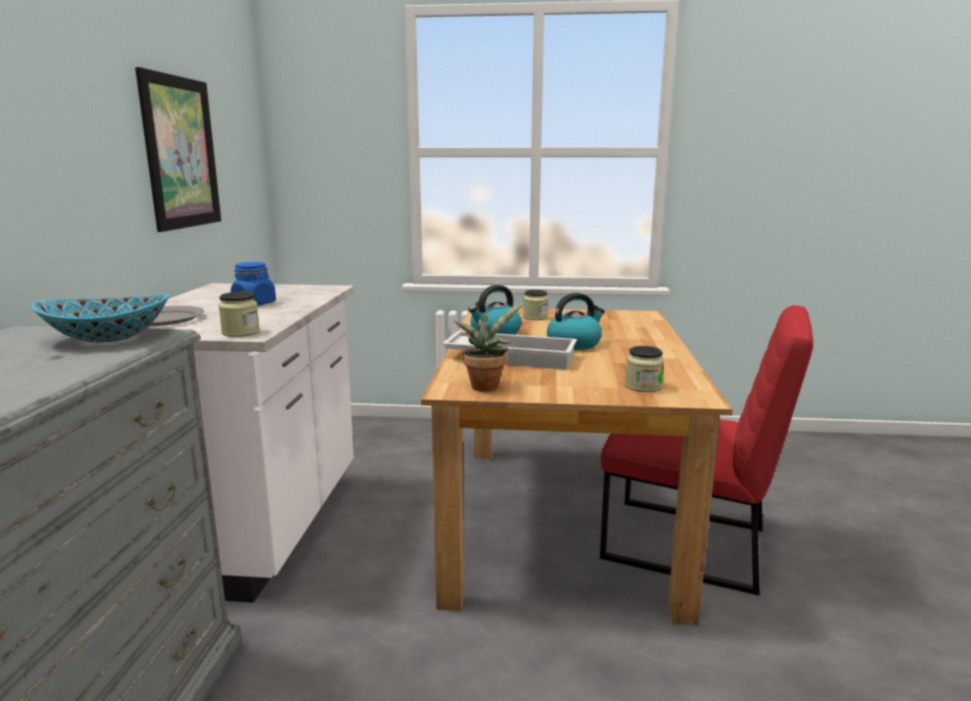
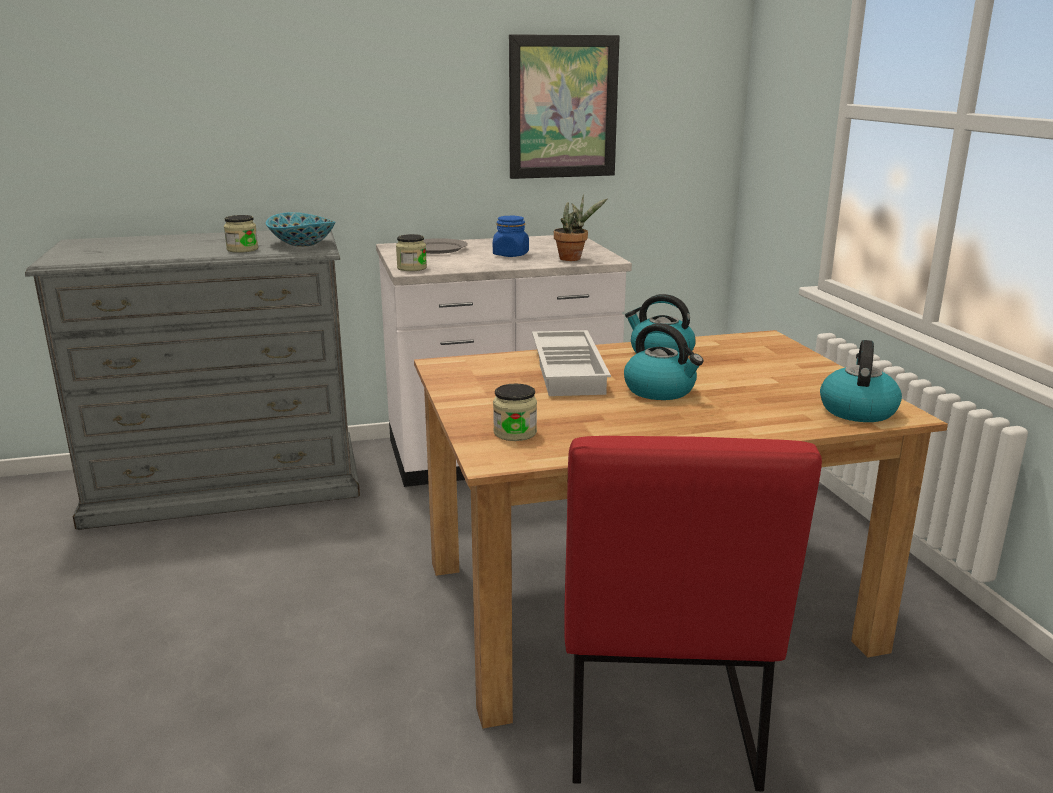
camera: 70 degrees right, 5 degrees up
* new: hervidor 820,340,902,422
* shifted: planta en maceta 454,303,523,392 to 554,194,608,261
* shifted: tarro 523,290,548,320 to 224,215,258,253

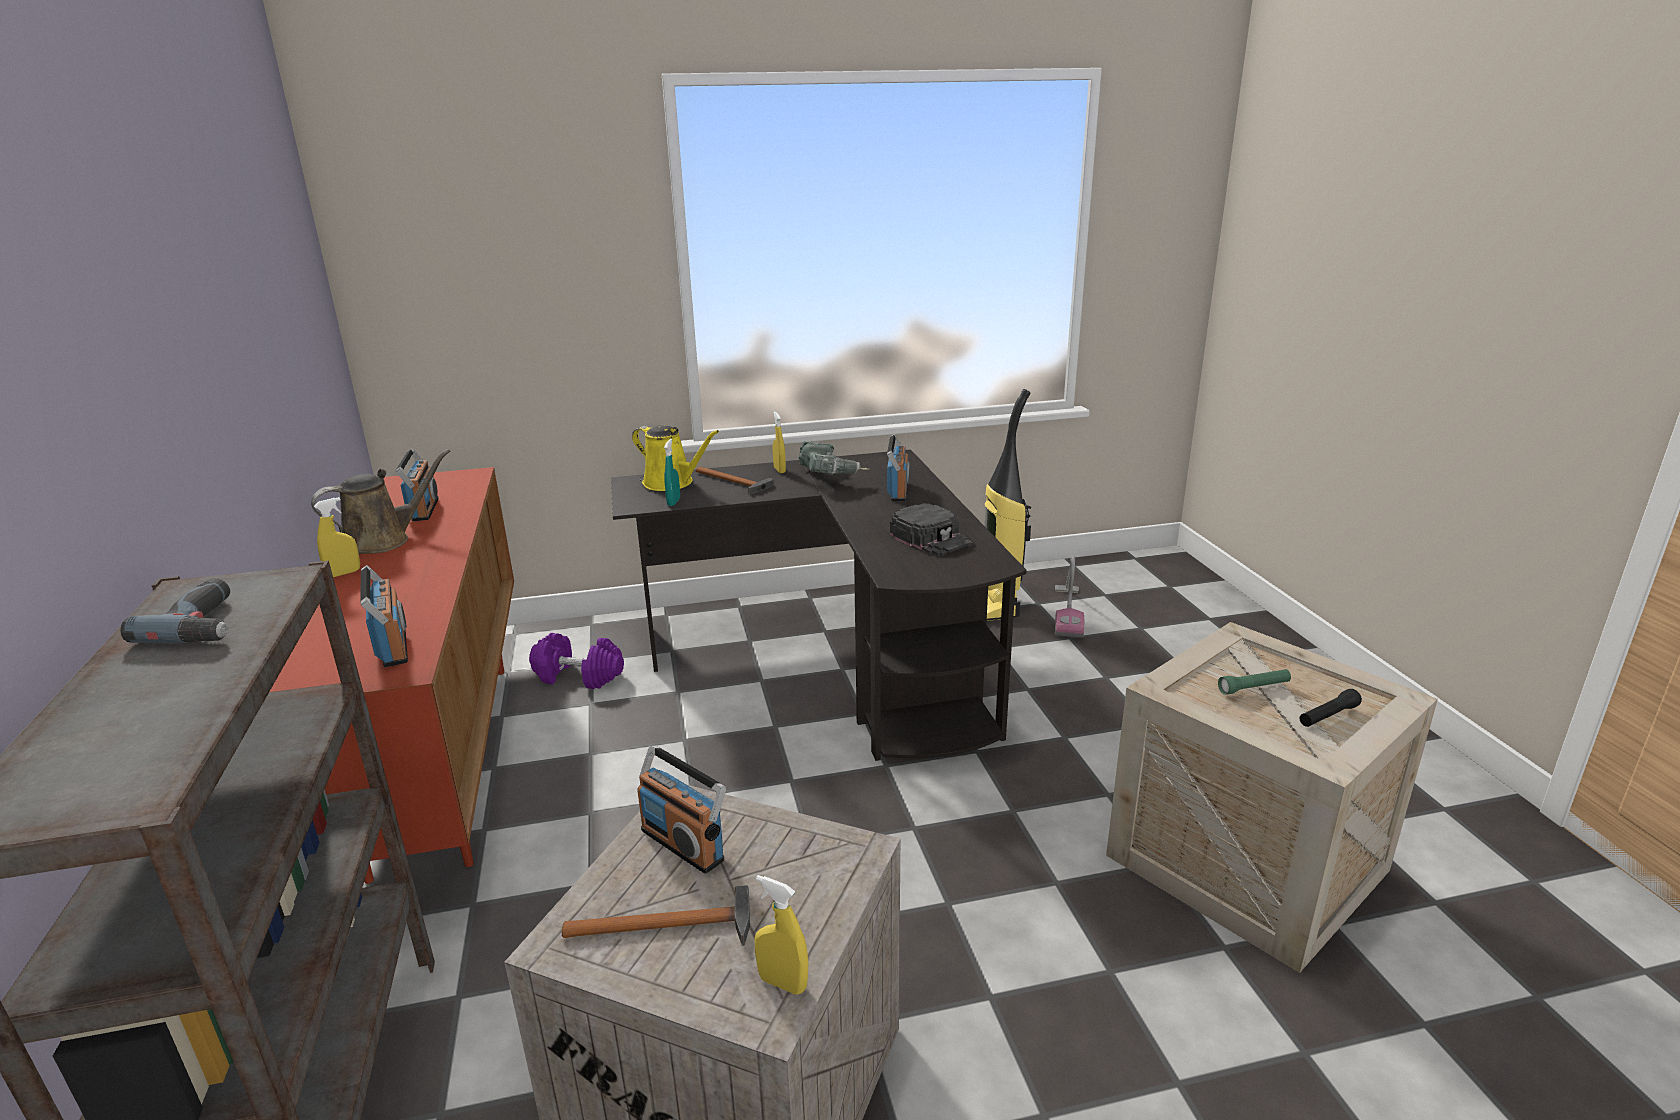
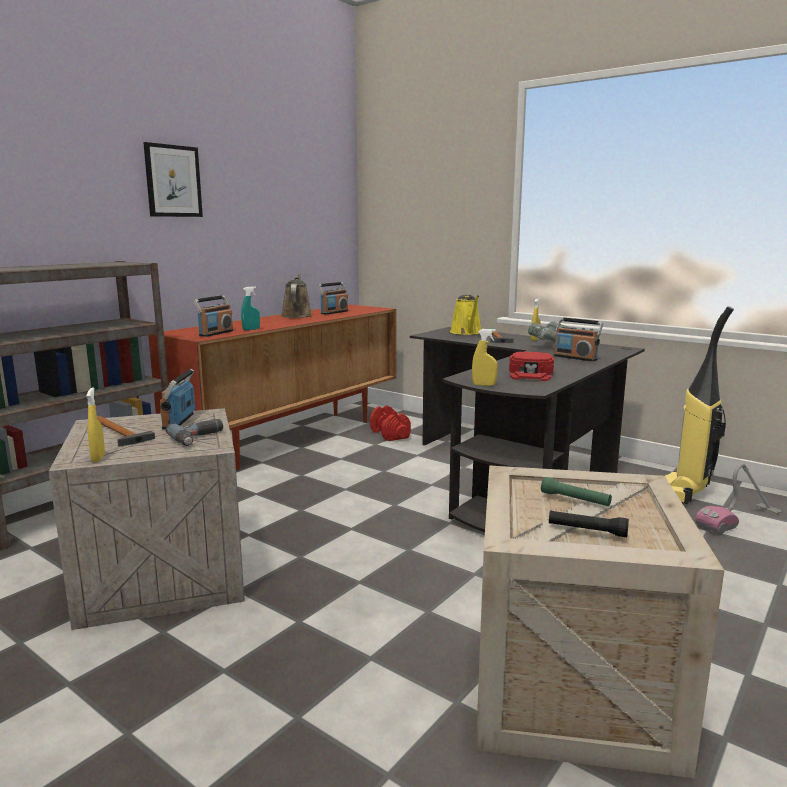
camera: 50 degrees right, 10 degrees down
* new: cuadro 143,142,203,217
* shifted: taladro 121,578,230,643 to 165,419,223,446
* shifted: pulverizador/amarillo 314,497,360,577 to 472,329,498,386
* shifted: pulverizador/turquesa 664,439,680,506 to 241,286,260,330
* repainted: mancuerna/morado 529,633,624,689 to mancuerna/rojo 370,405,411,441
* repainted: gorra/negro 890,503,973,556 to gorra/rojo 509,352,554,381
* rotated: regadera/marrón 311,449,450,554 = 281,272,312,318 105 degrees counterclockwise
* rotated: radio 887,434,910,501 = 554,317,603,362 75 degrees clockwise

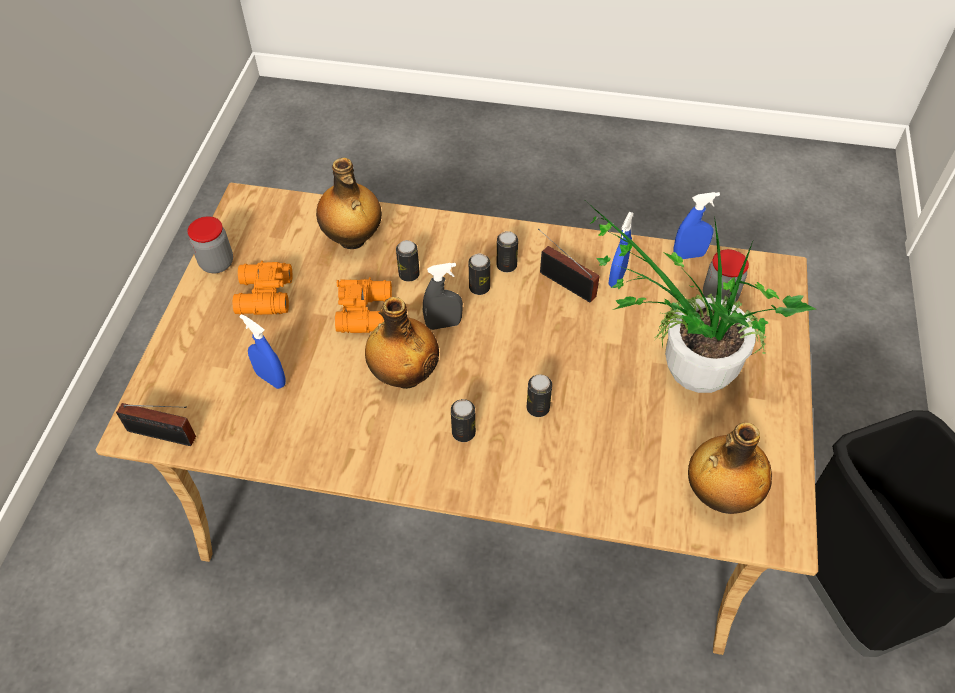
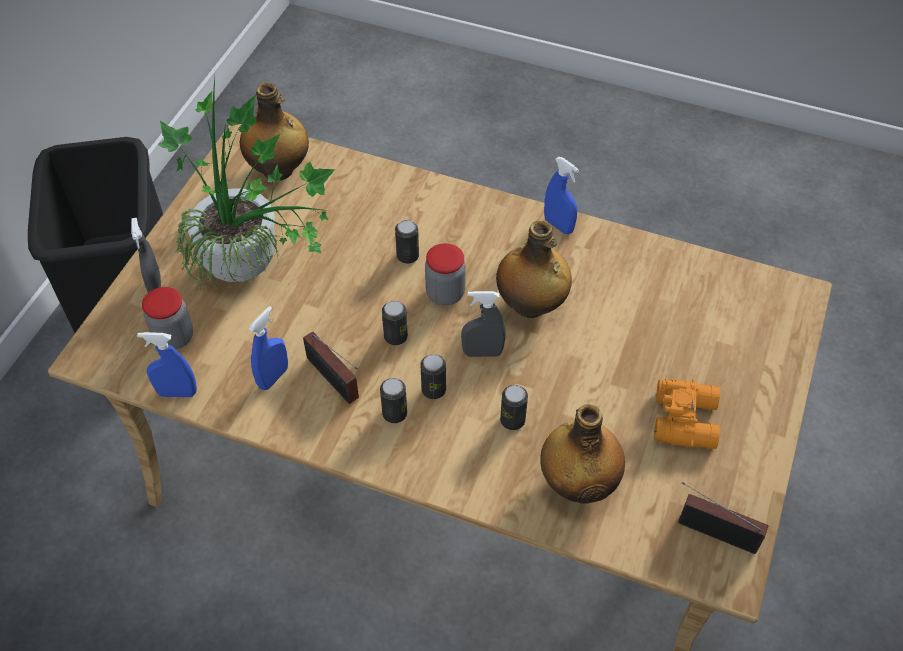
camera: 170 degrees left, 0 degrees up
* gone: prismáticos/naranja 335,277,392,333
* new: pulverizador/gris 131,218,161,293
* shifted: radio 116,403,196,446 to 678,482,768,554
* shifted: tarro 187,216,233,273 to 425,243,466,306
* shifted: pulverizador/azul 239,314,286,389 to 544,157,579,234
* shifted: lata 451,399,476,442 to 382,301,408,345

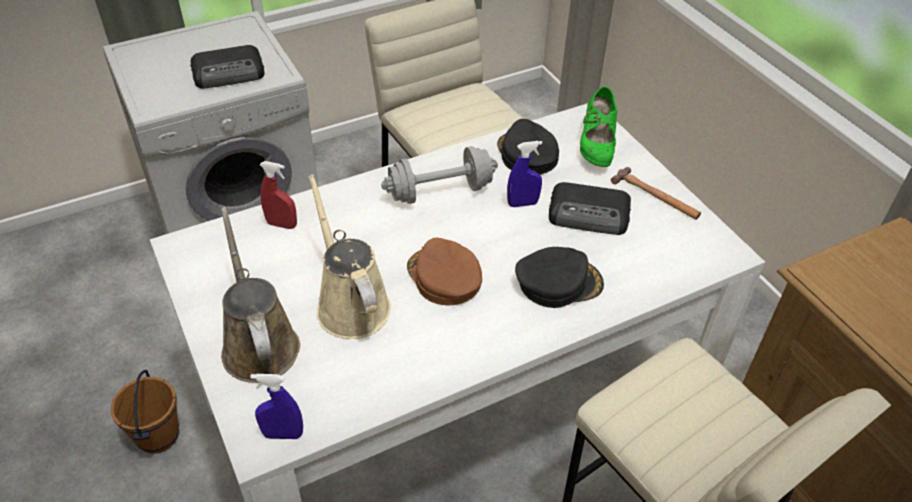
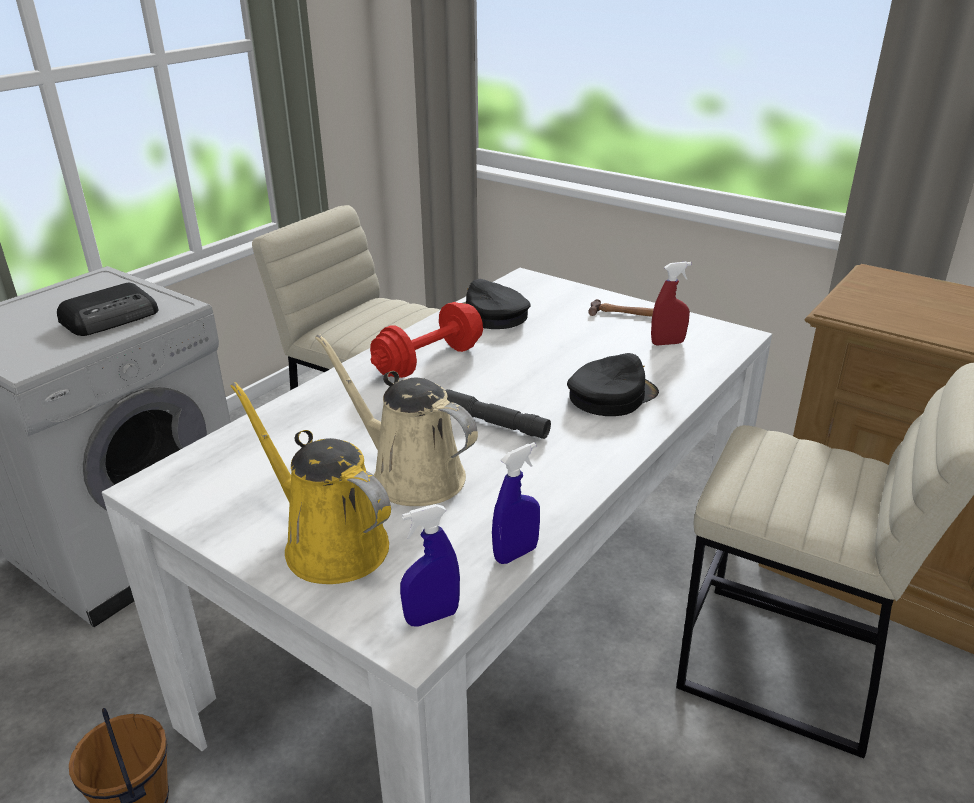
camera: 25 degrees left, 15 degrees down
* gone: radio 549,182,631,235
* gone: zapato/verde 580,87,617,167
* shifted: pulverizador/rojo 260,161,297,229 to 651,262,691,345
* shifted: pulverizador/azul 507,141,542,207 to 492,442,540,564
* swapped: gorra/marrón 407,238,482,306 to linterna/gris 445,389,551,439
* repainted: regadera/marrón 221,207,300,383 to regadera/amarillo 231,382,391,584
* repainted: mancuerna/gris 381,146,498,204 to mancuerna/rojo 370,302,483,378

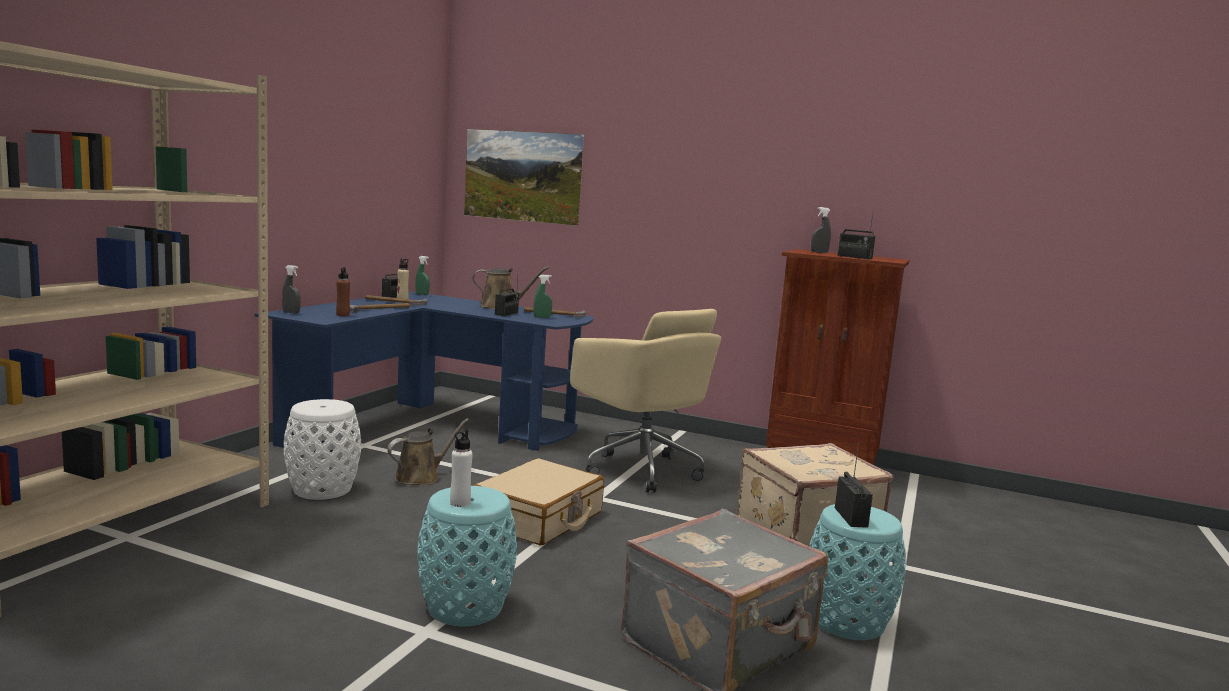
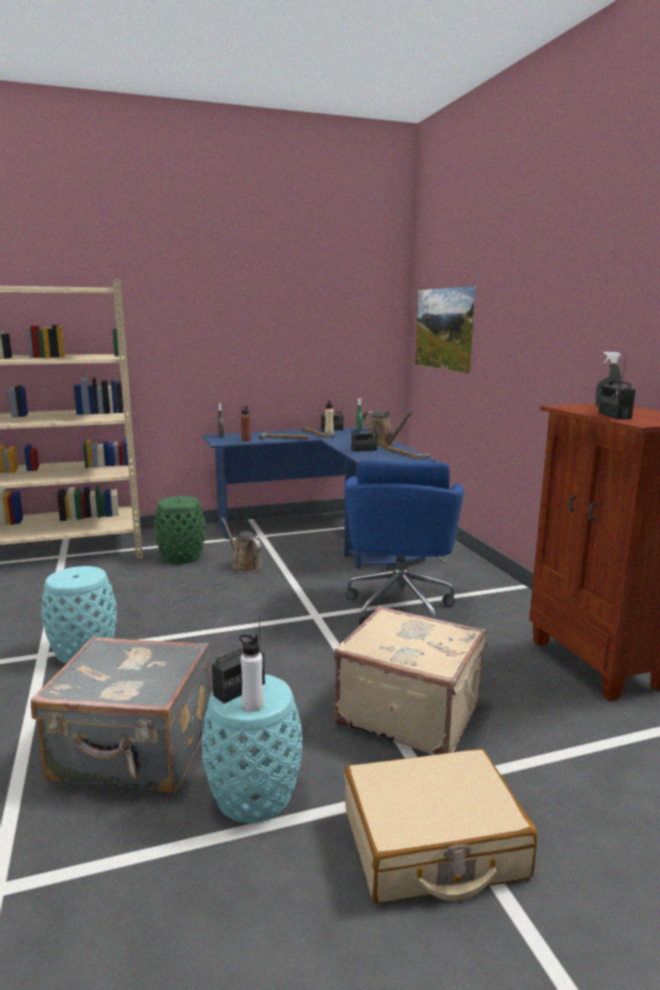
camera: 50 degrees right, 5 degrees up
* gone: pulverizador/verde 534,275,552,318
* shifted: botella/blanco 450,430,473,507 to 239,634,264,712
* shifted: maleta/beis 472,458,604,545 to 344,748,537,904
* repainted: taburete/blanco 284,399,361,500 to taburete/verde 154,496,205,564
* repainted: silla de oficina/beis 570,309,721,492 to silla de oficina/azul 344,460,464,625
* rotated: regadera/marrón 387,418,470,485 = 221,518,262,572 135 degrees counterclockwise

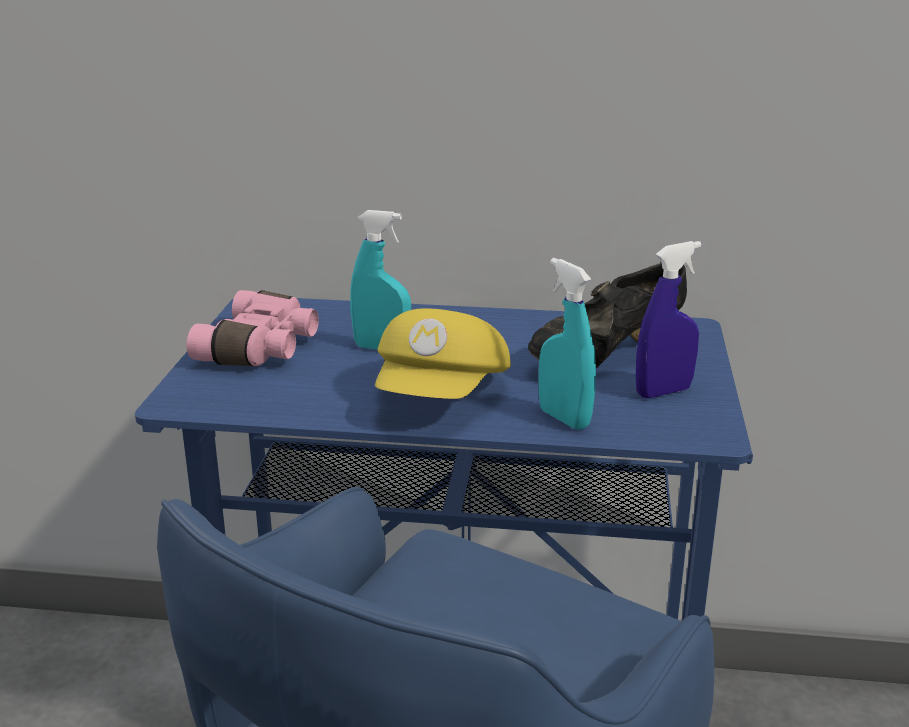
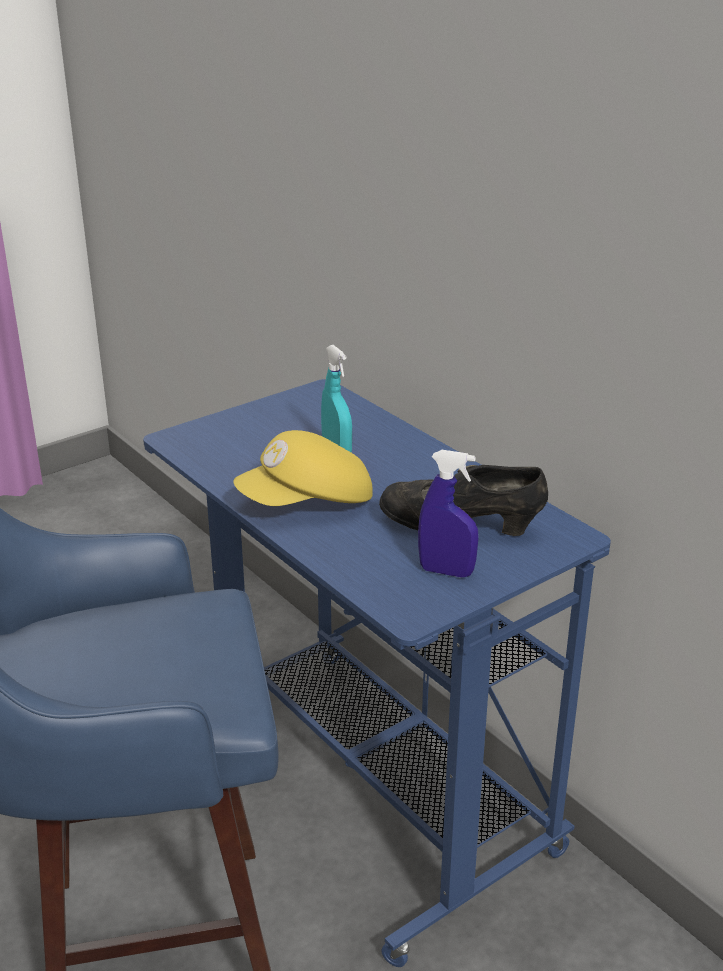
camera: 45 degrees right, 5 degrees up
* gone: prismáticos/rosa 187,290,319,366
* gone: pulverizador/turquesa 539,258,596,430

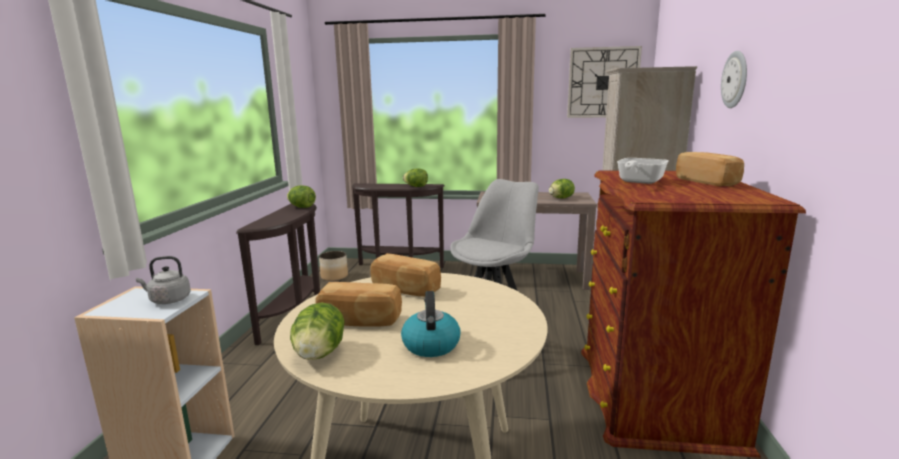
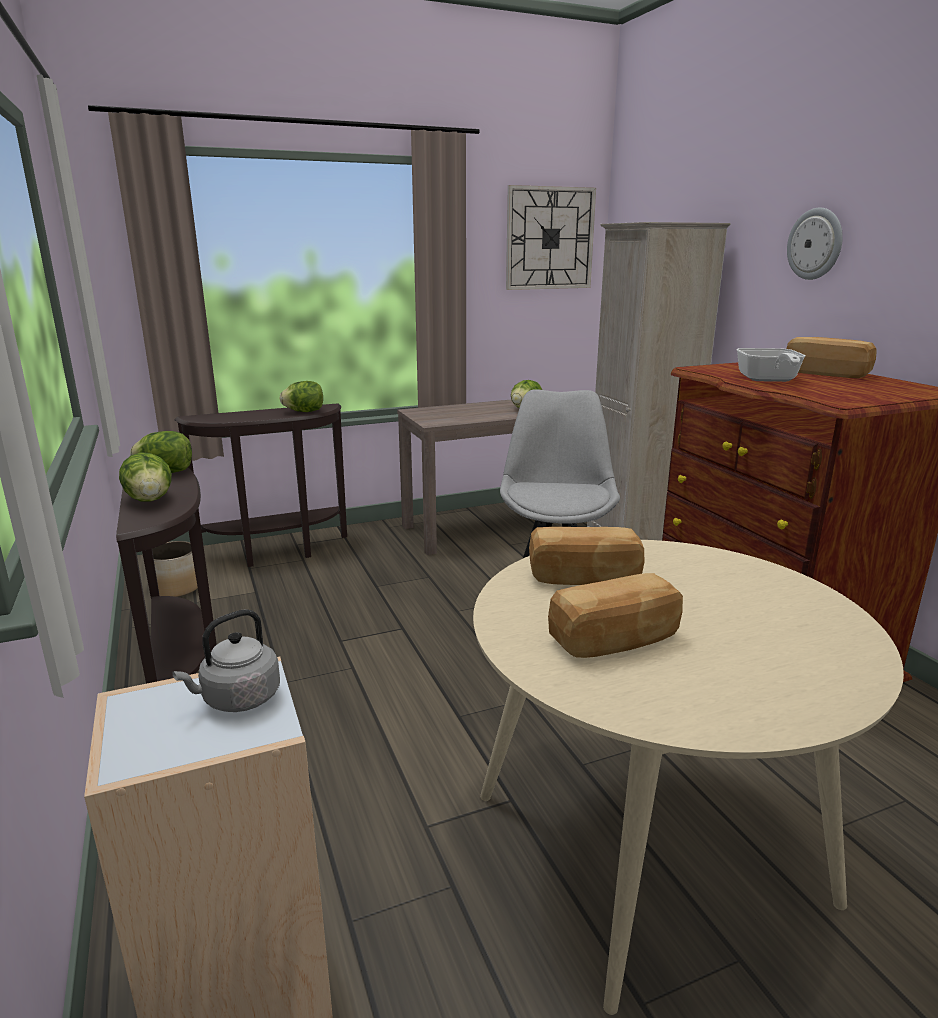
camera: 30 degrees left, 5 degrees up
* gone: hervidor 401,291,461,357
* shifted: lechuga 290,302,345,360 to 119,453,172,502

